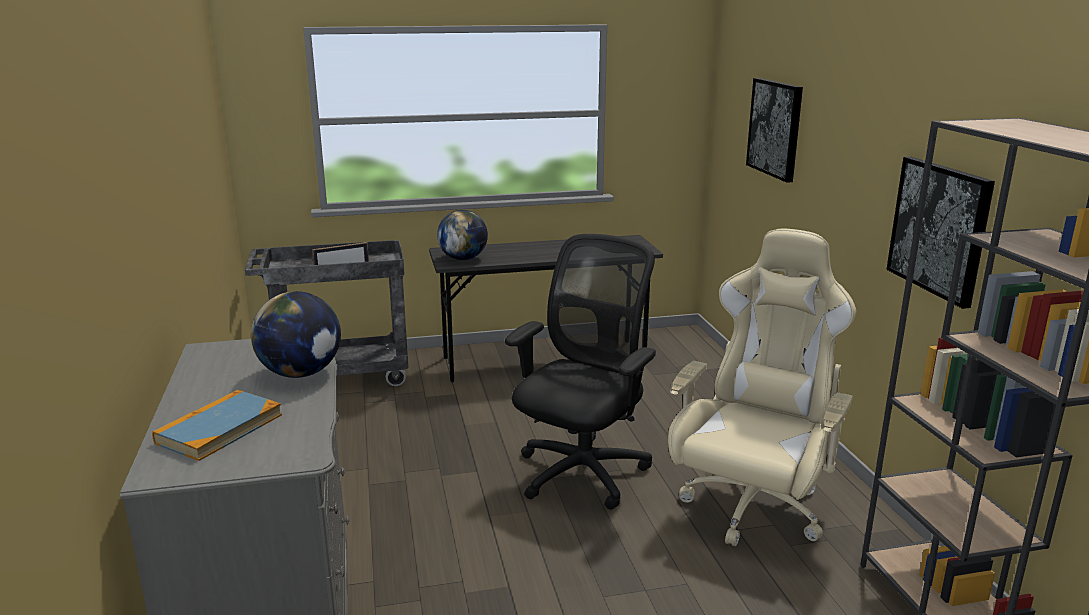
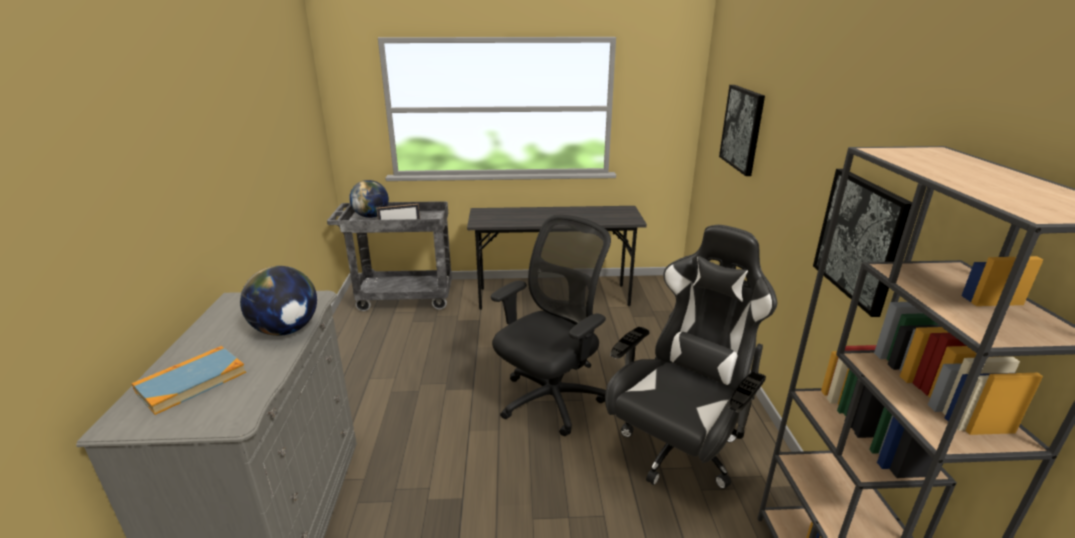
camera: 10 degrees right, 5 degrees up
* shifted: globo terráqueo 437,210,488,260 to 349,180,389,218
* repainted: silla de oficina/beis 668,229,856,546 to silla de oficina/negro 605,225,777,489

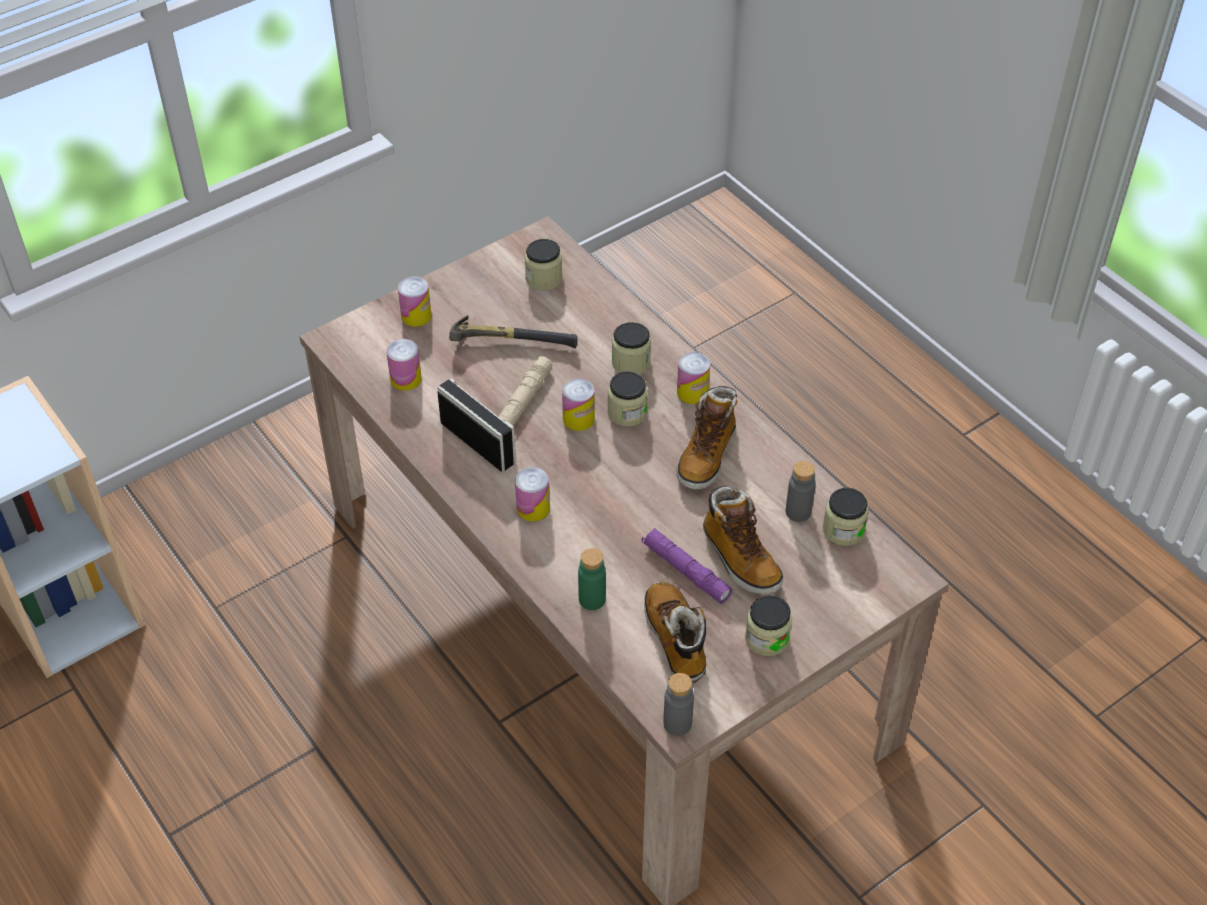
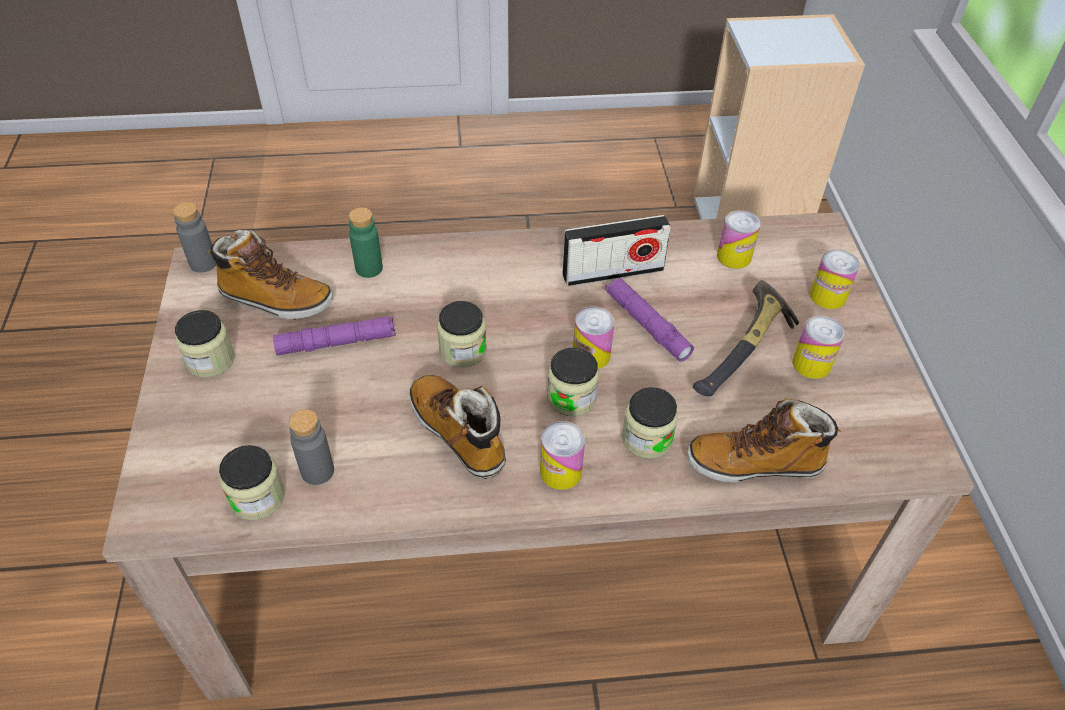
camera: 120 degrees right, 0 degrees up
* shifted: lata 515,467,550,522 to 792,315,845,379
* shifted: tarro 525,239,562,291 to 437,301,486,368
* shifted: bota 703,486,783,594 to 687,398,841,483
* repainted: linterna/beis 498,356,552,426 to linterna/morado 605,278,694,362

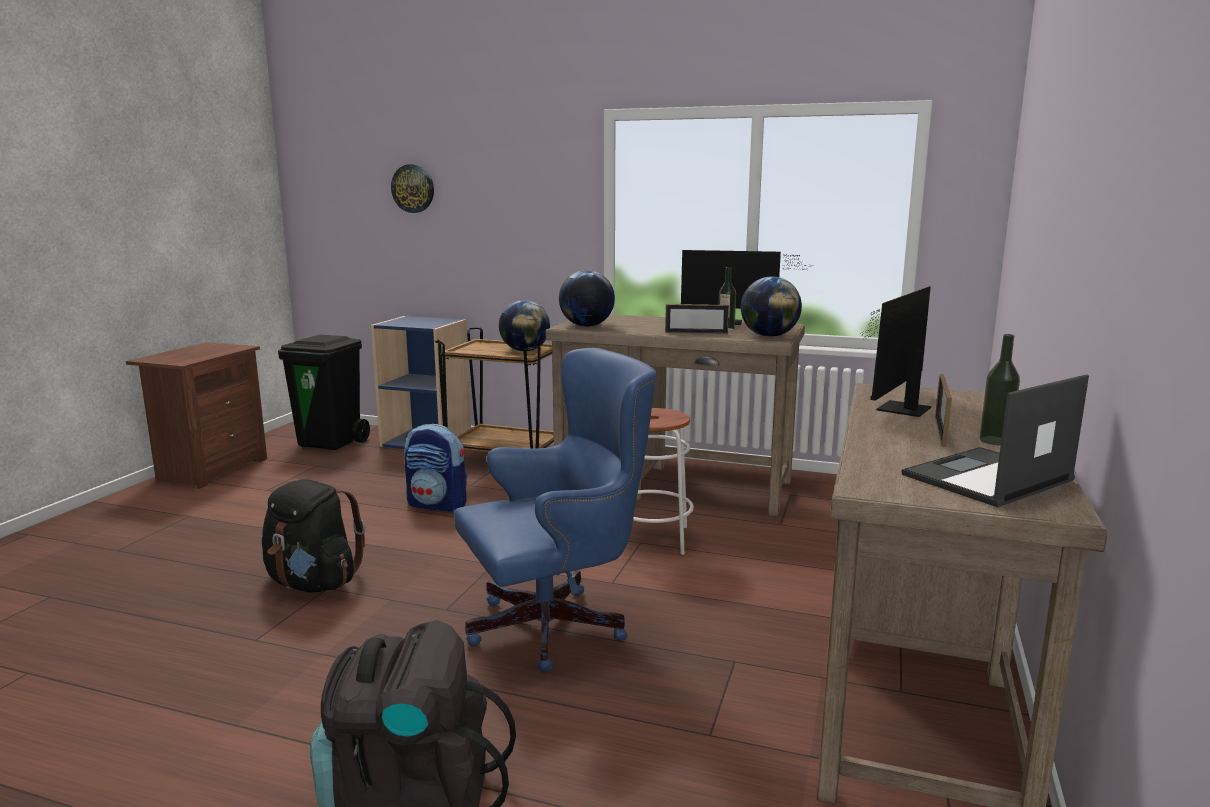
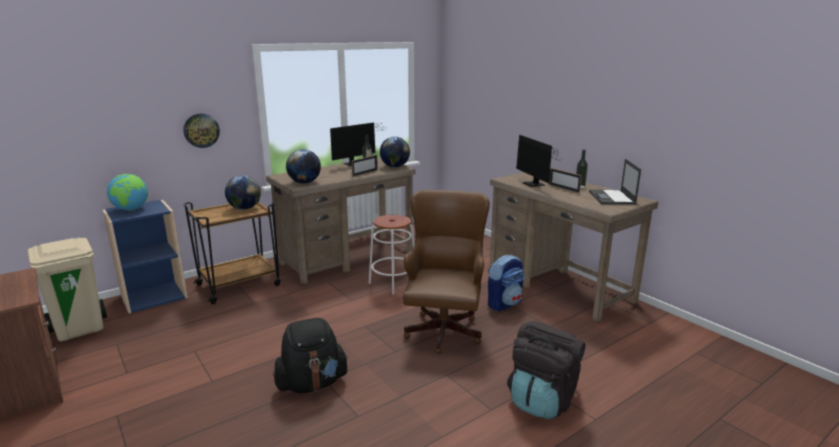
camera: 55 degrees left, 5 degrees up
* new: globo terráqueo 107,174,148,211
* shifted: reloj de pared 391,164,434,213 to 183,113,220,148
* shifted: mochila 404,424,467,512 to 488,255,525,311
* repainted: papelera/negro 278,335,370,450 to papelera/beis 28,237,107,341
* repainted: silla de oficina/azul 454,348,656,672 to silla de oficina/marrón 403,190,490,354

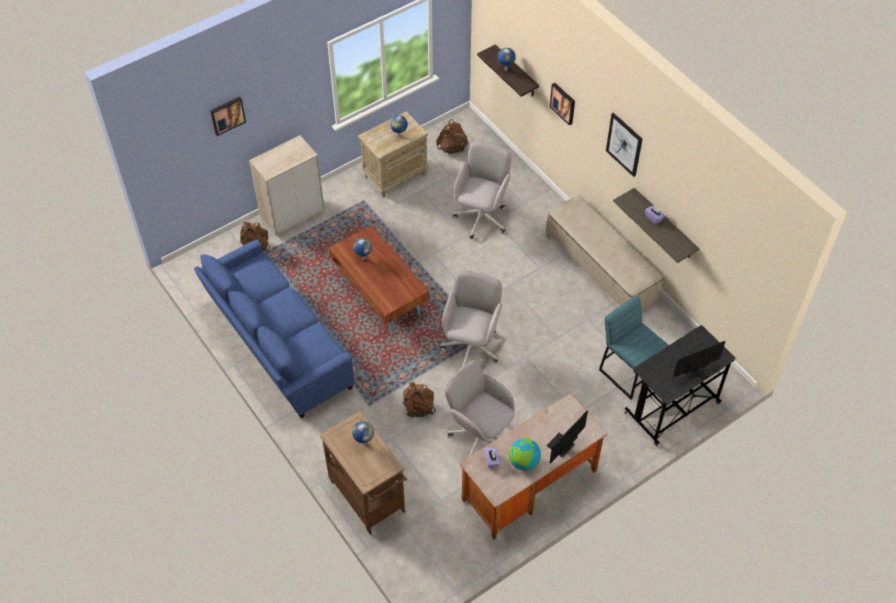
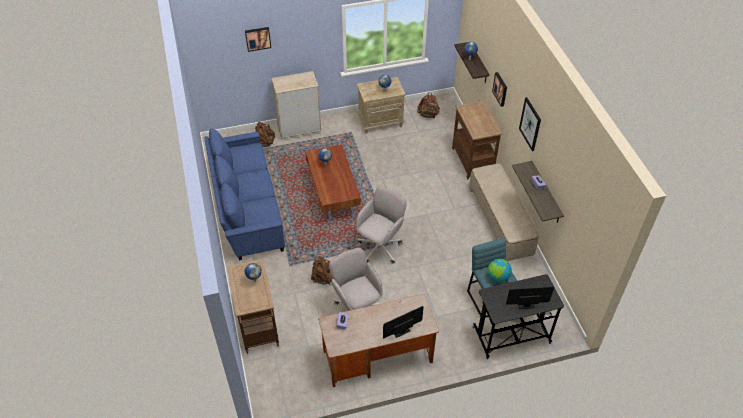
camera: 20 degrees right, 5 degrees down
* gone: silla de oficina/gris 453,142,512,239
* new: carrito/marrón 452,101,502,180
* shifted: globo terráqueo 509,438,541,471 to 488,259,512,283

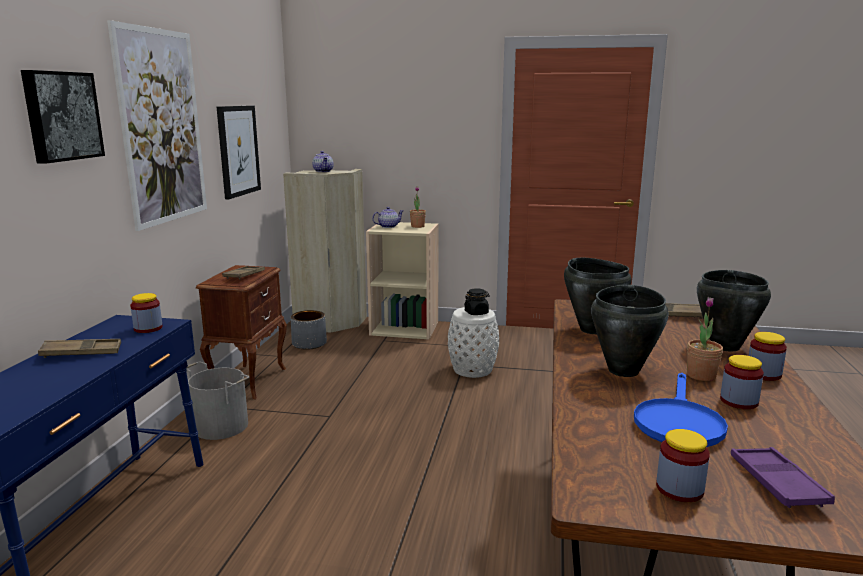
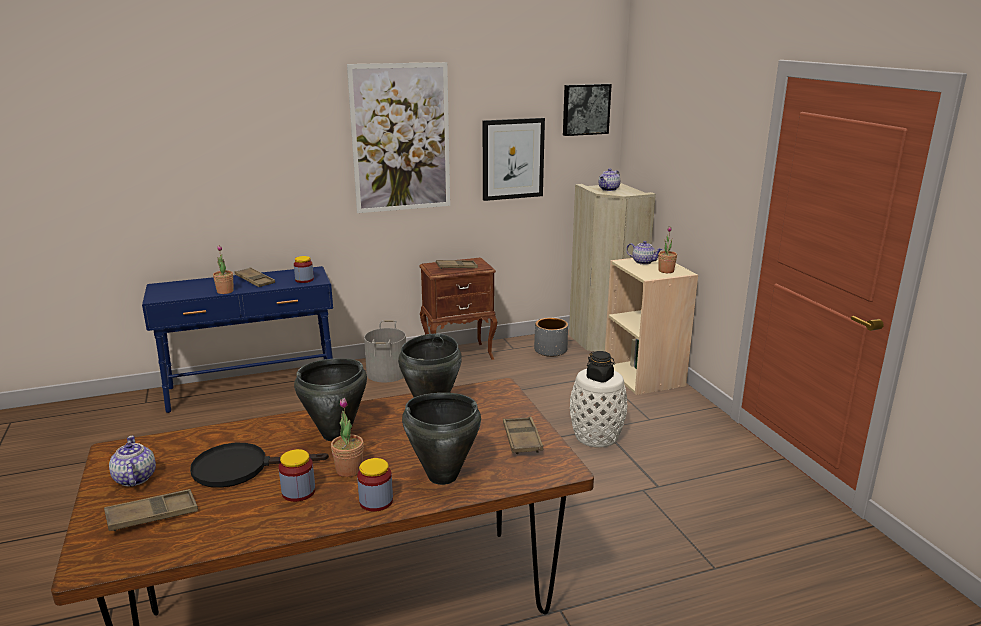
camera: 60 degrees right, 5 degrees up
* new: planta en maceta 213,245,234,294
* shifted: cuadro 21,70,105,164 to 563,84,612,136
* swapped: tarro 656,429,710,502 to tetera 109,436,156,487
* repainted: sartén/azul 634,373,728,447 to sartén/negro 190,443,329,488
* repainted: bandeja/morado 731,447,835,508 to bandeja/marrón 104,489,198,531

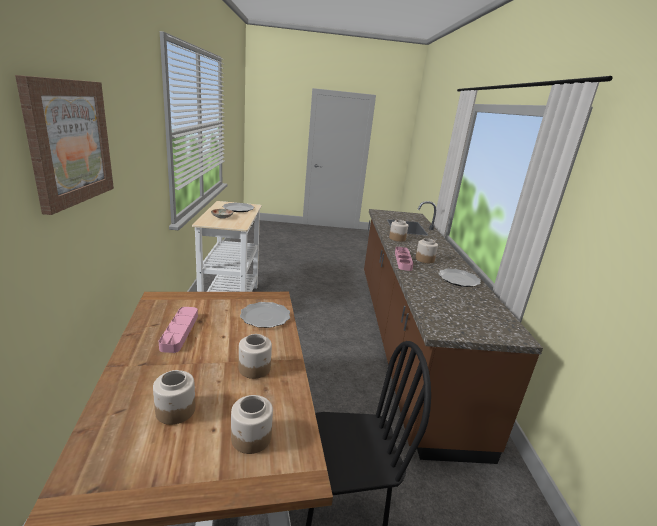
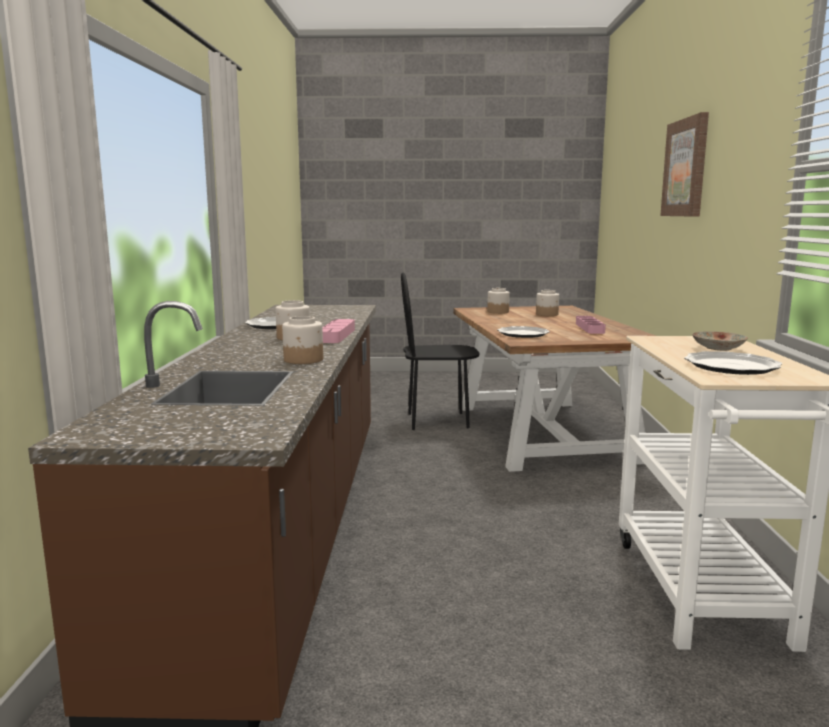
camera: 175 degrees left, 10 degrees down
* gone: tarro 239,334,272,379

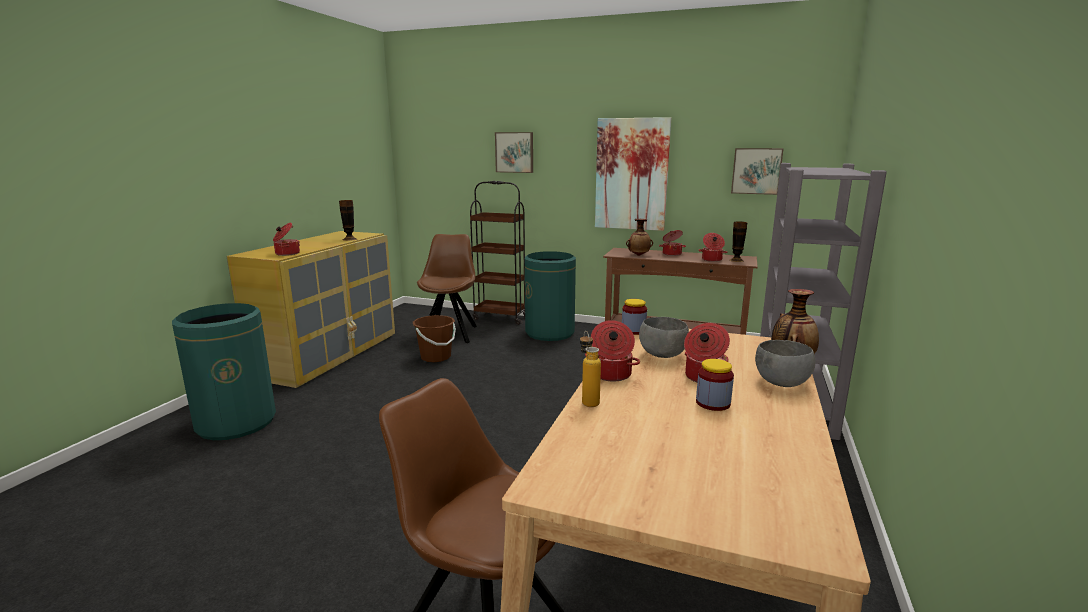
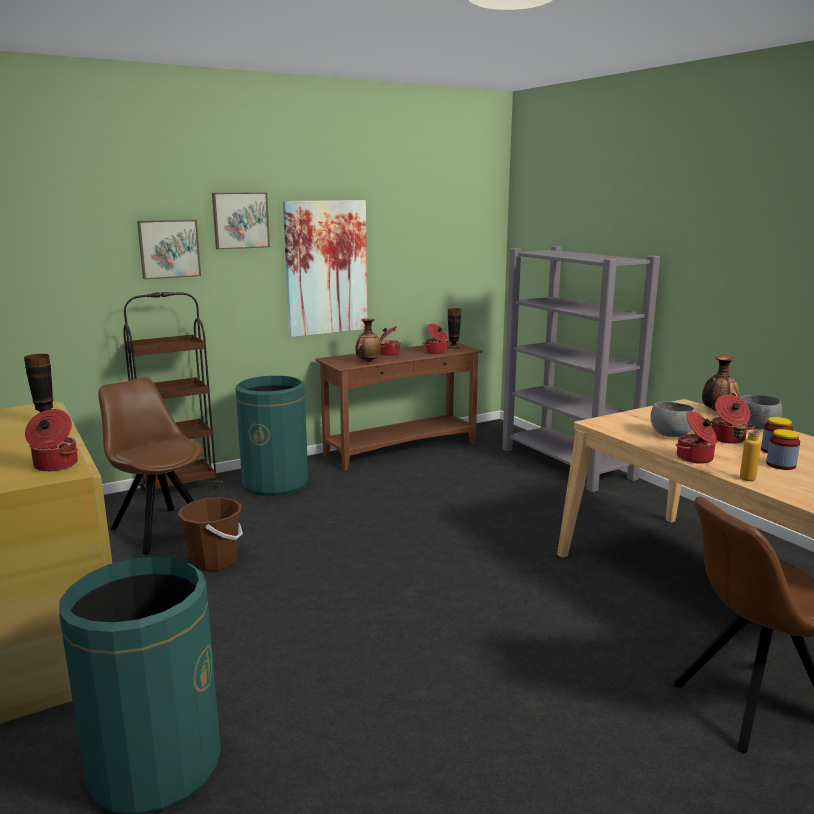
camera: 50 degrees left, 0 degrees up
* shifted: tarro 622,299,647,335 to 766,429,800,470
* shifted: cuadro 731,148,784,195 to 212,193,270,250

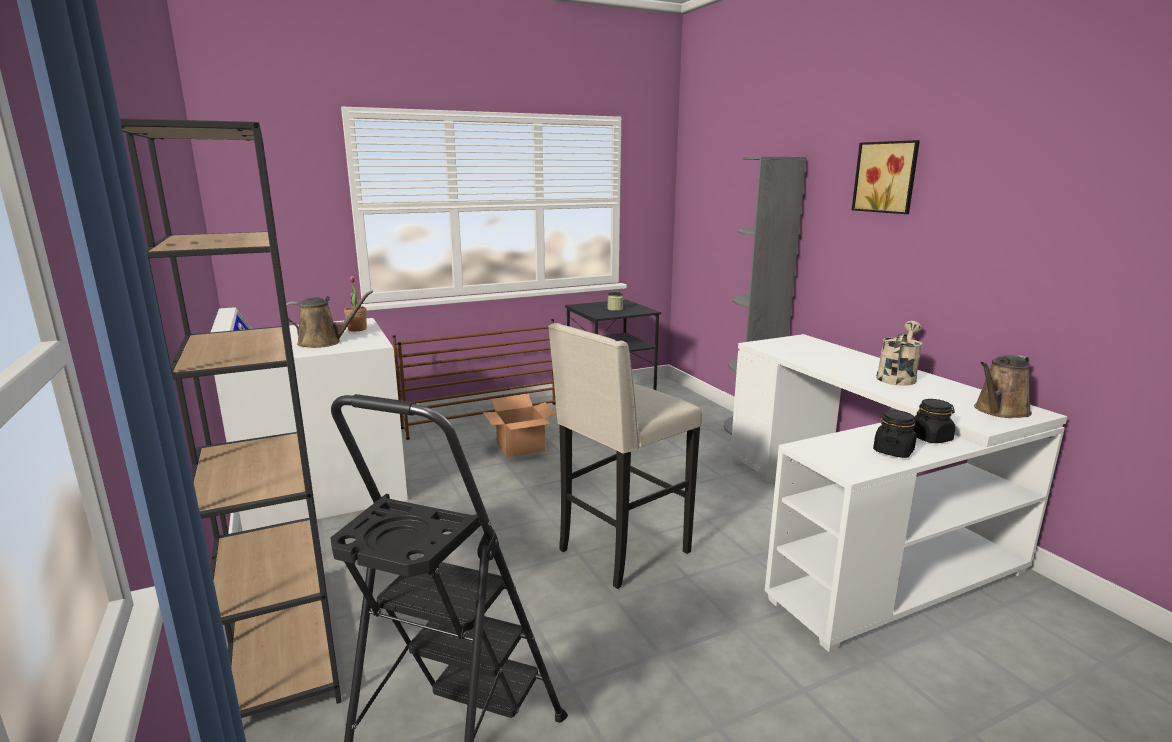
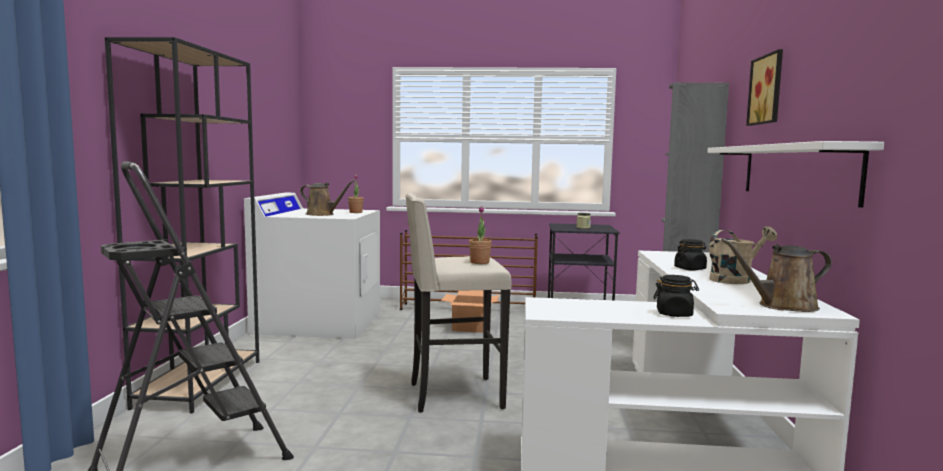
camera: 30 degrees right, 10 degrees down
* new: planta en maceta 469,206,491,264
* new: estante/blanco 707,141,884,208
* shifted: tarro/negro 873,410,917,458 to 674,239,707,271

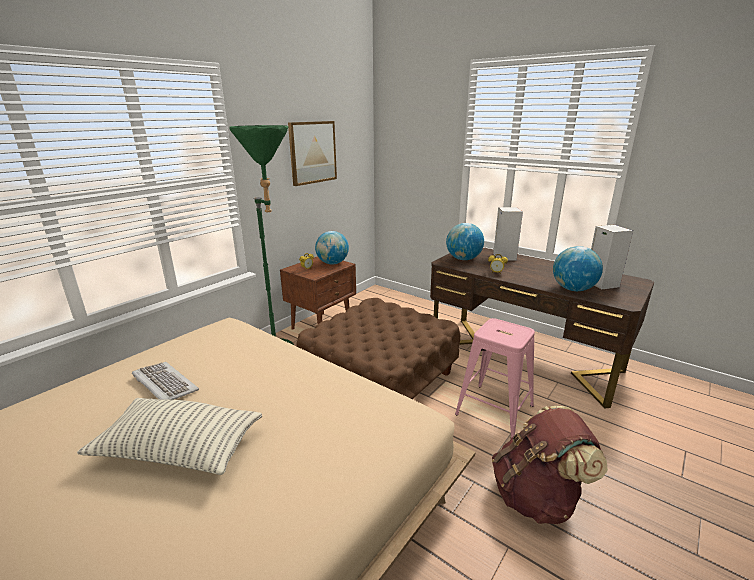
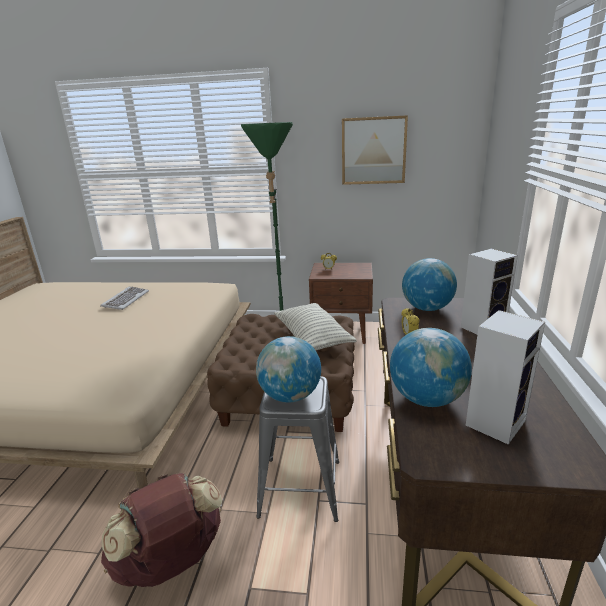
camera: 60 degrees right, 0 degrees up
* shifted: cojín 77,398,262,475 to 274,303,357,350
* shifted: globo terráqueo 315,231,349,264 to 256,336,321,403
* repainted: taburete/rosa 455,318,535,438 to taburete/gris 256,376,339,522

